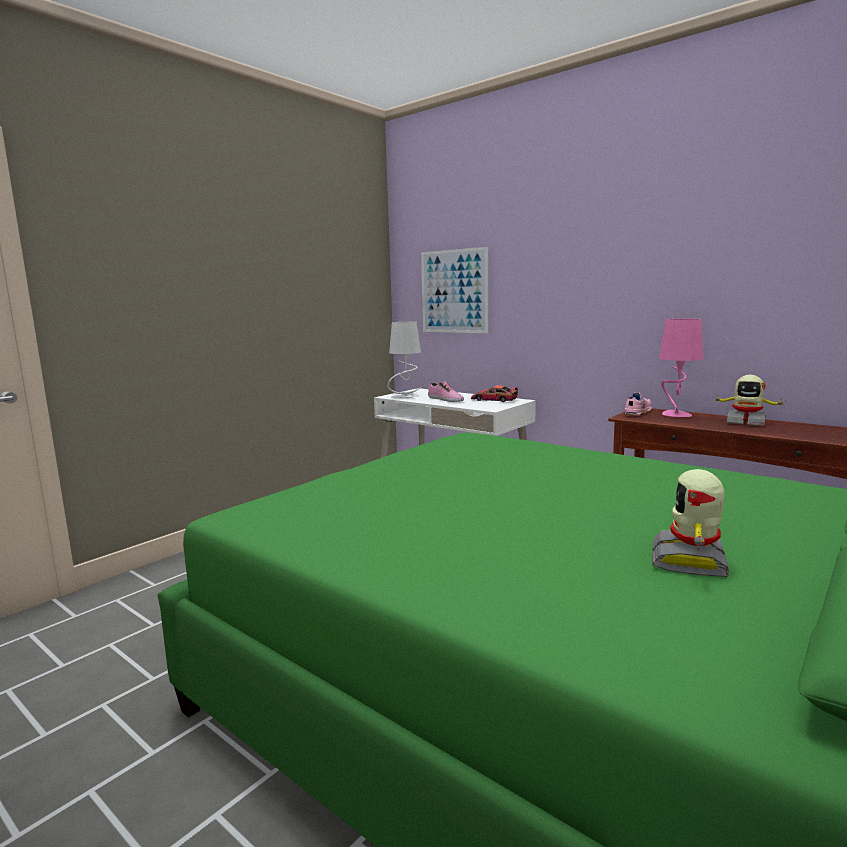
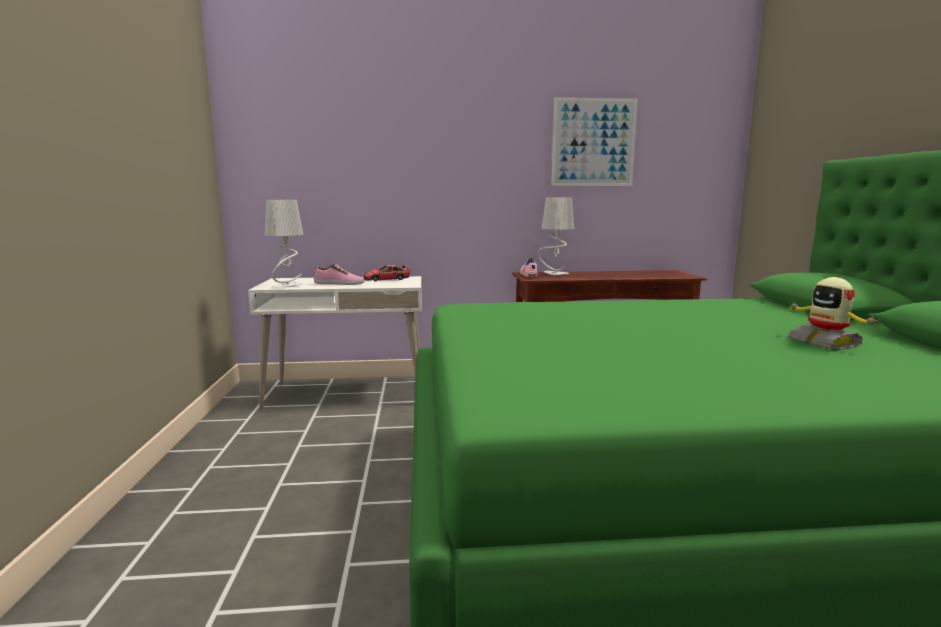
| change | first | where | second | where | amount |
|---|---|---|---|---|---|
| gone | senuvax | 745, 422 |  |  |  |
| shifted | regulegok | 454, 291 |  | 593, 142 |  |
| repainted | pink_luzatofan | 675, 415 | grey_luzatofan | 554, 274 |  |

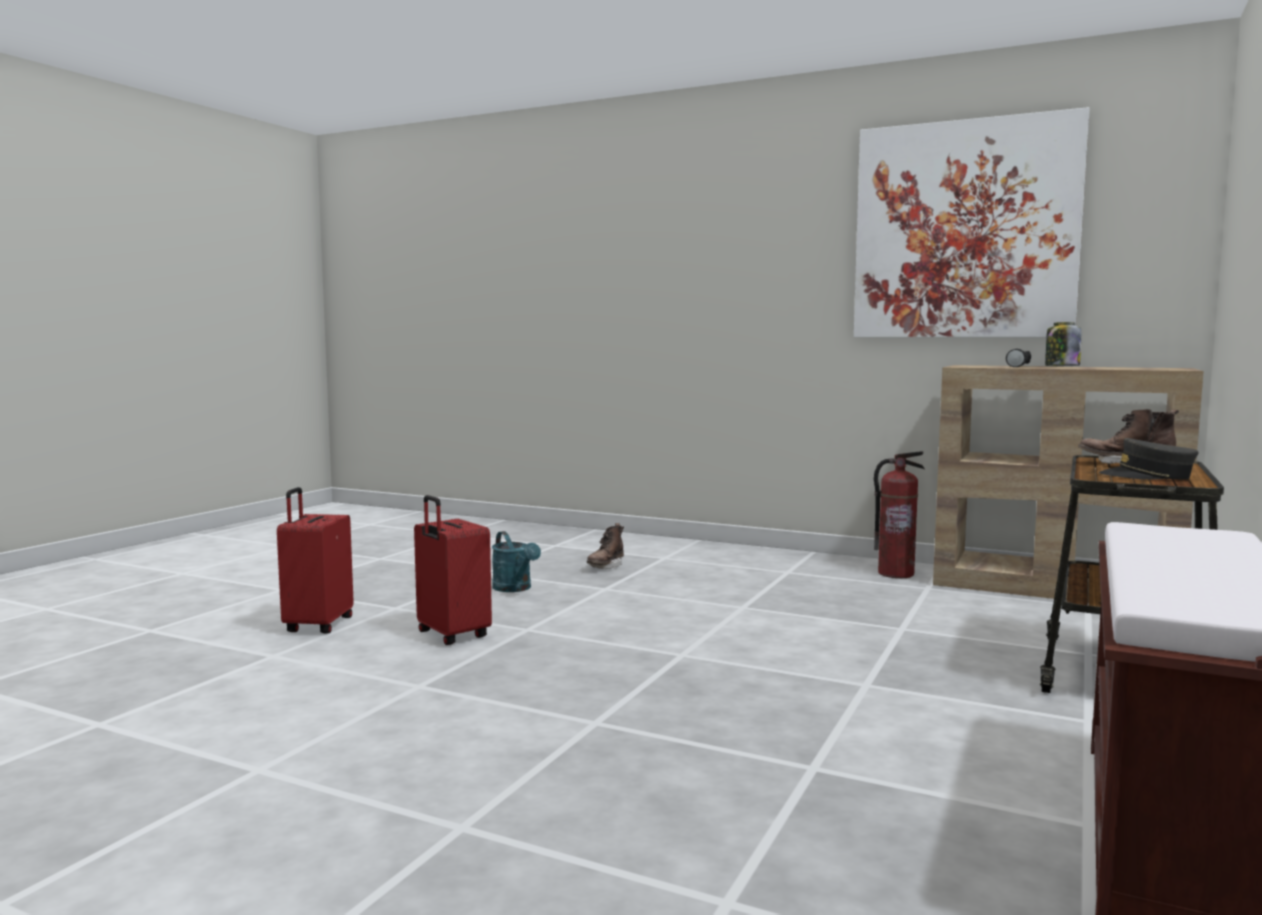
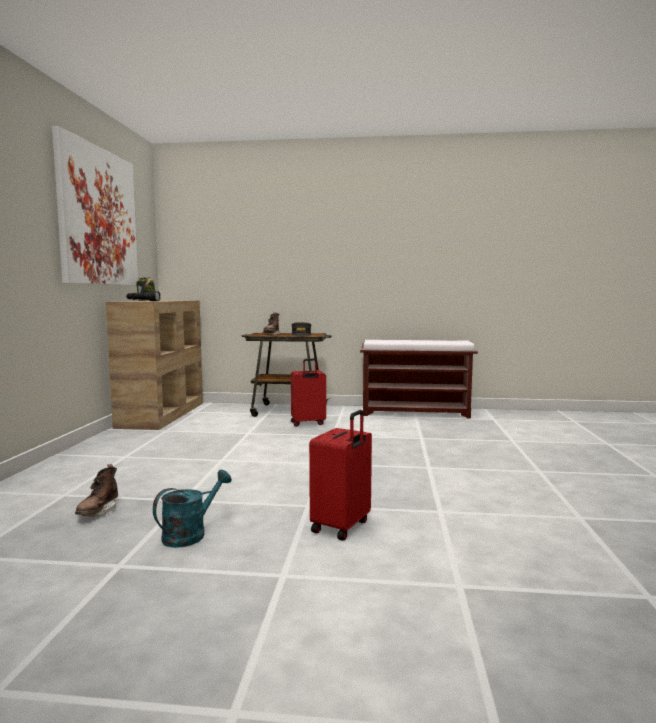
| change | first | where | second | where | amount |
|---|---|---|---|---|---|
| gone | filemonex | 896, 574 |  |  |  |
| shifted | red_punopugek | 317, 625 |  | 308, 423 |  |
| rotated | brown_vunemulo | 605, 567 |  | 98, 512 | 90 degrees clockwise |

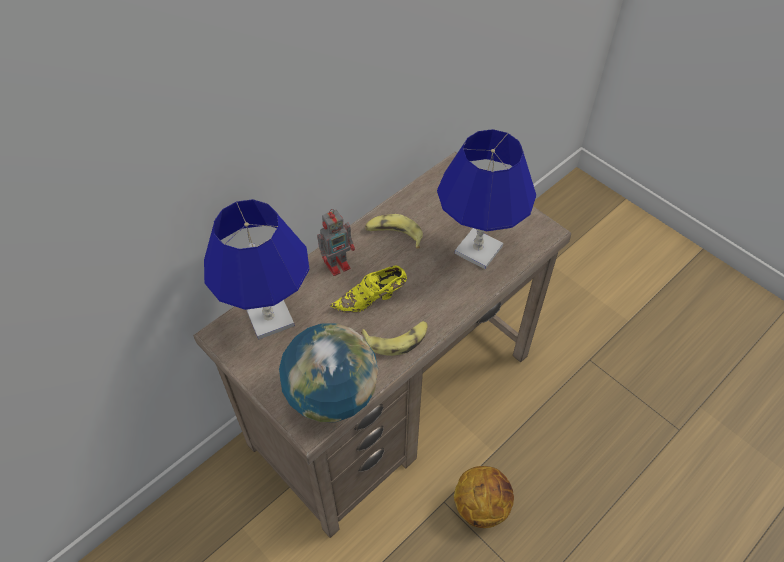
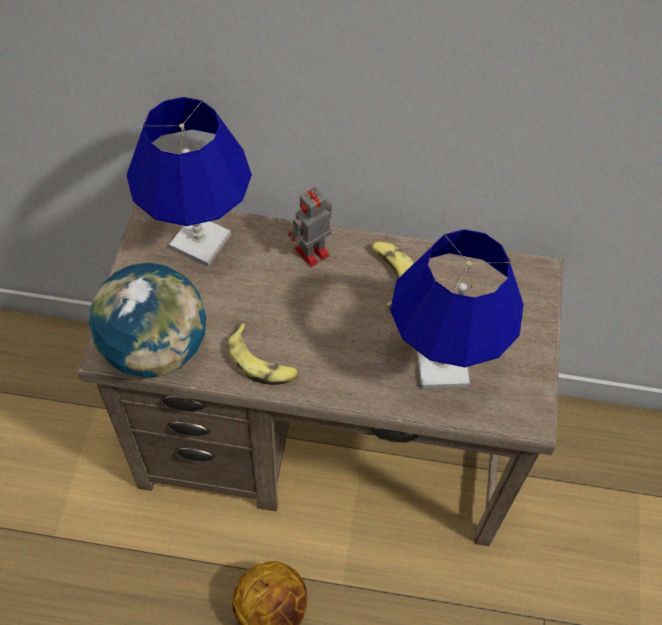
| change | first | where | second | where | amount |
|---|---|---|---|---|---|
| gone | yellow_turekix | 372, 299 |  |  |  |
| rotated | senuvax | 338, 264 |  | 310, 253 | 120 degrees clockwise |

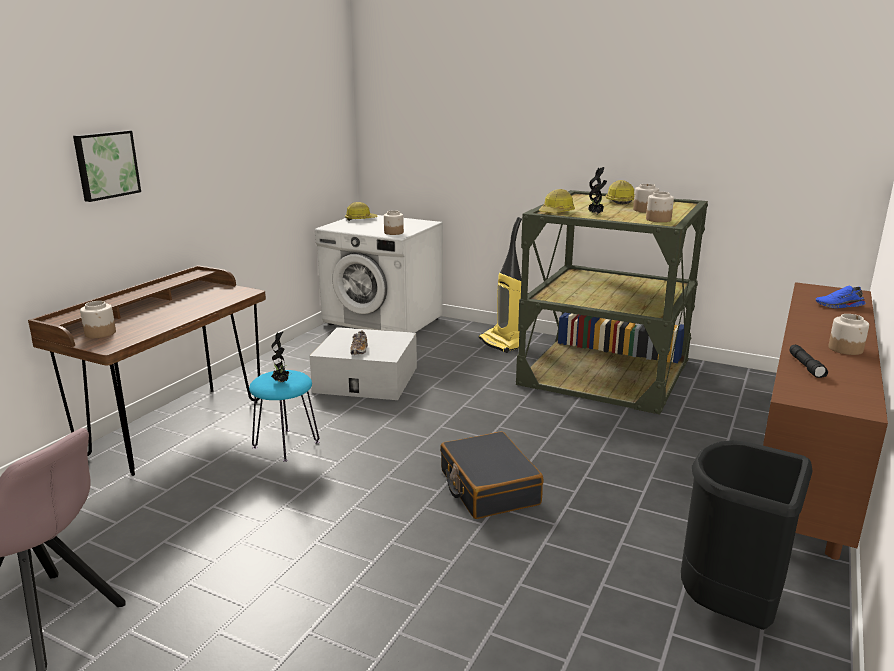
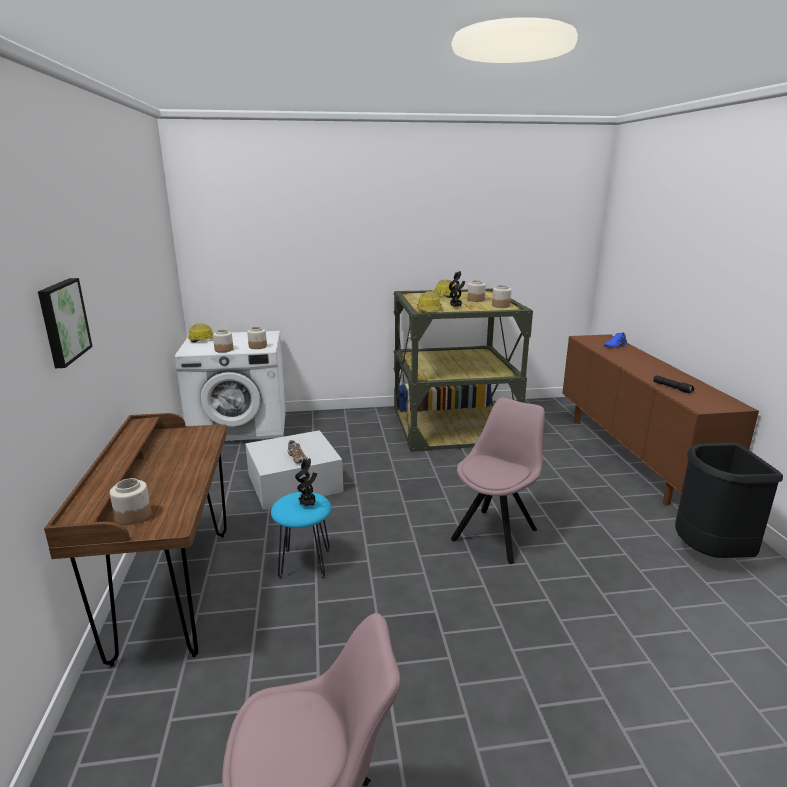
| change | first | where | second | where | amount |
|---|---|---|---|---|---|
| gone | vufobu | 502, 343 |  |  |  |
| shifted | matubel | 845, 349 |  | 224, 350 |  |
| swapped | black_punopugek | 488, 487 | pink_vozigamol | 495, 535 |  |

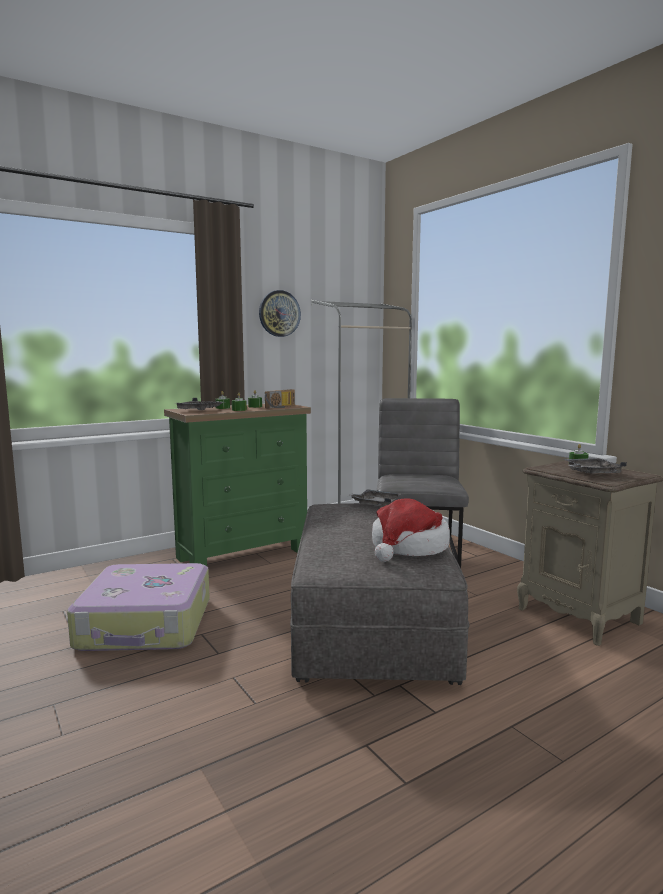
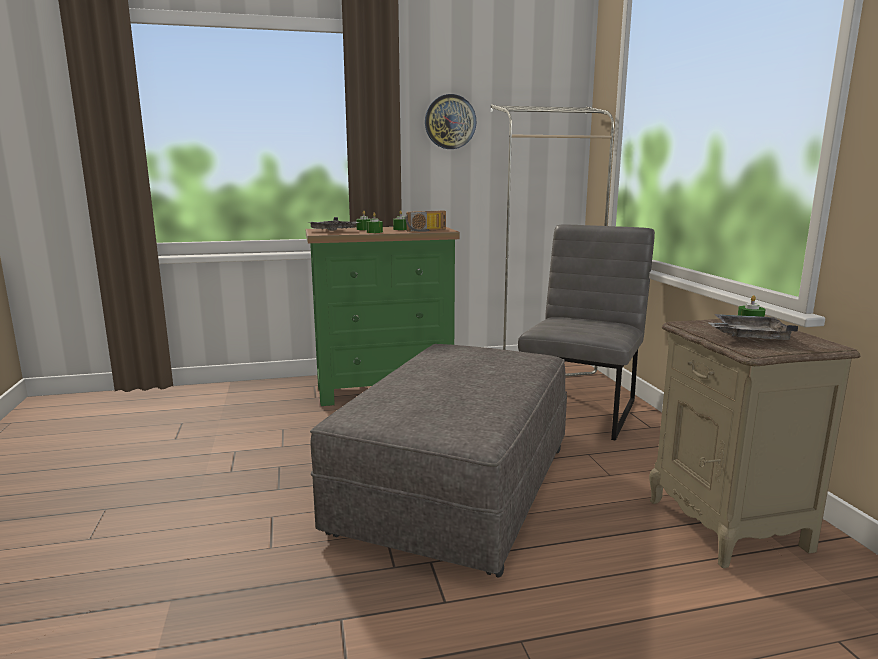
| change | first | where | second | where | amount |
|---|---|---|---|---|---|
| gone | punopugek | 146, 624 |  |  |  |
| gone | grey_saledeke | 376, 504 |  |  |  |
| gone | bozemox | 408, 547 |  |  |  |

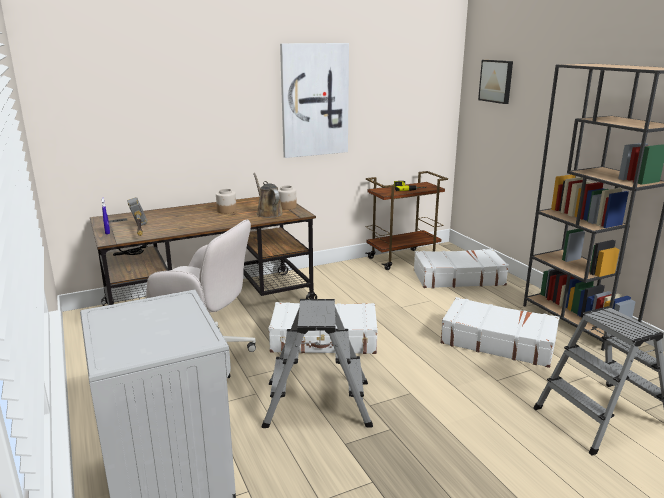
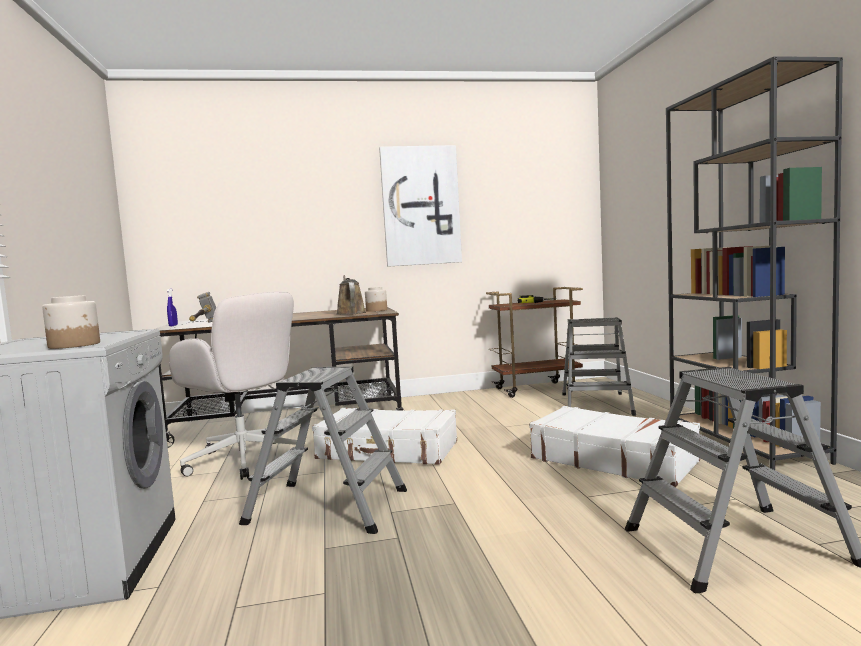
| change | first | where | second | where | amount |
|---|---|---|---|---|---|
| gone | regulegok | 496, 81 |  |  |  |
| shifted | matubel | 227, 210 |  | 75, 345 |  |
| swapped | white_punopugek | 458, 277 | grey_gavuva | 596, 404 |  |

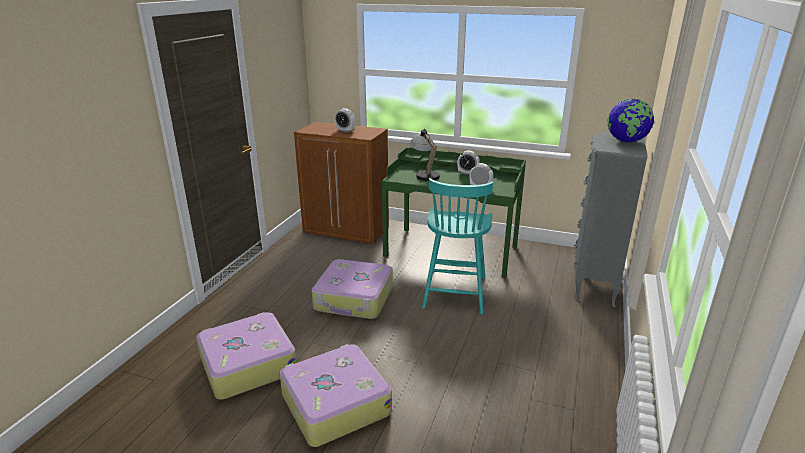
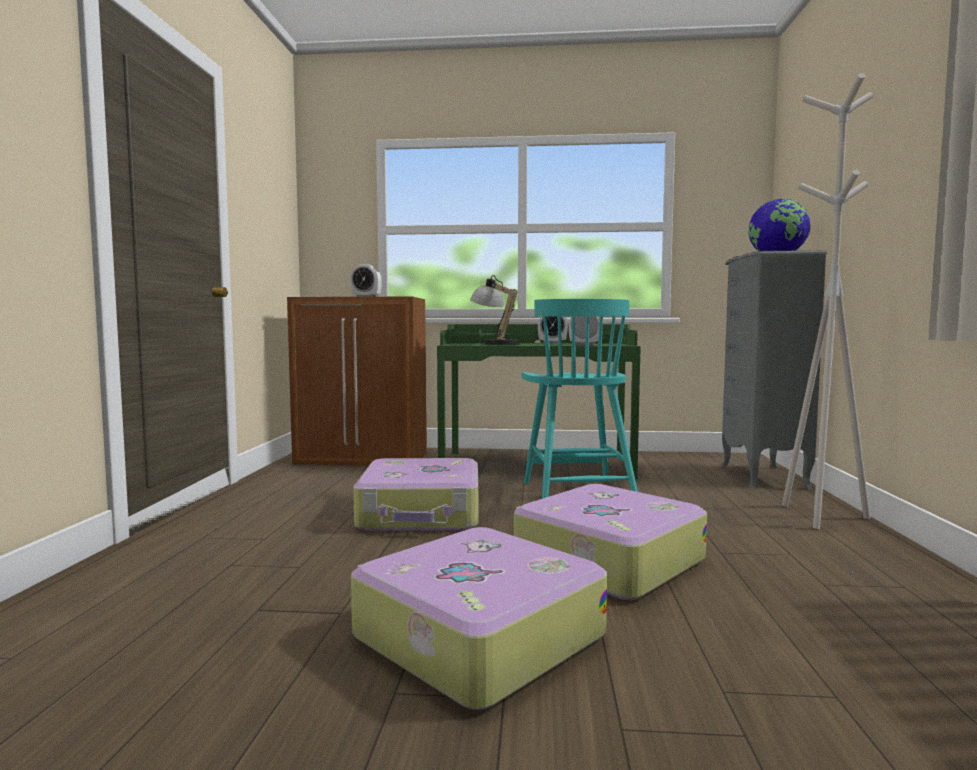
| change | first | where | second | where | amount |
|---|---|---|---|---|---|
| new |  |  | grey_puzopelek | 821, 517 |  |
| shifted | punopugek | 247, 364 |  | 606, 560 |  |

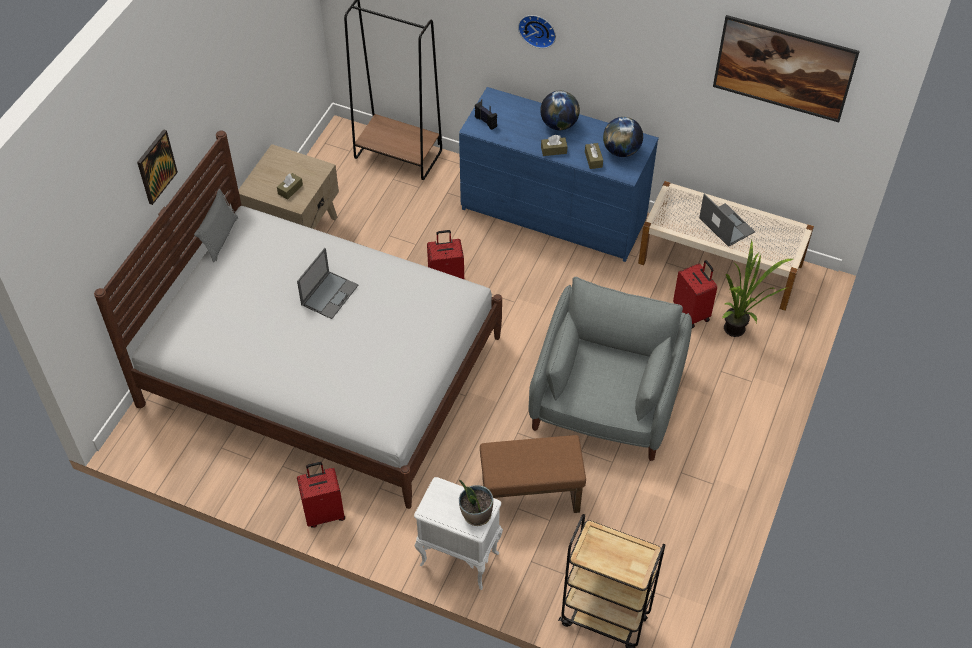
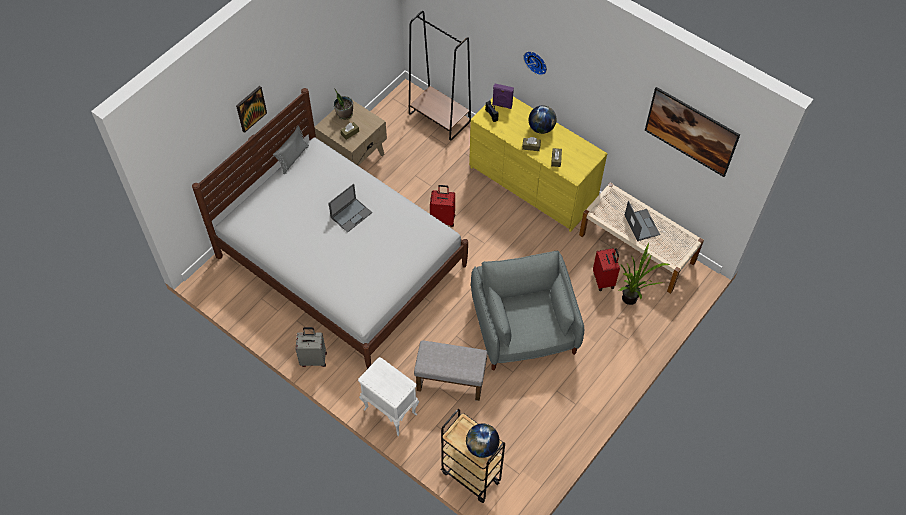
| change | first | where | second | where | amount |
|---|---|---|---|---|---|
| new |  |  | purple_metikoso | 502, 105 |  |
| shifted | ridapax | 476, 515 |  | 344, 114 |  |
| shifted | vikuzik | 621, 151 |  | 482, 447 |  |
| repainted | red_punopugek | 324, 513 | grey_punopugek | 313, 359 |  |
| repainted | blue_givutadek | 554, 214 | yellow_givutadek | 532, 185 |  |
| repainted | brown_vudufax | 529, 496 | grey_vudufax | 449, 381 |  |
| rotated | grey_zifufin | 607, 398 |  | 524, 326 | 45 degrees counterclockwise |

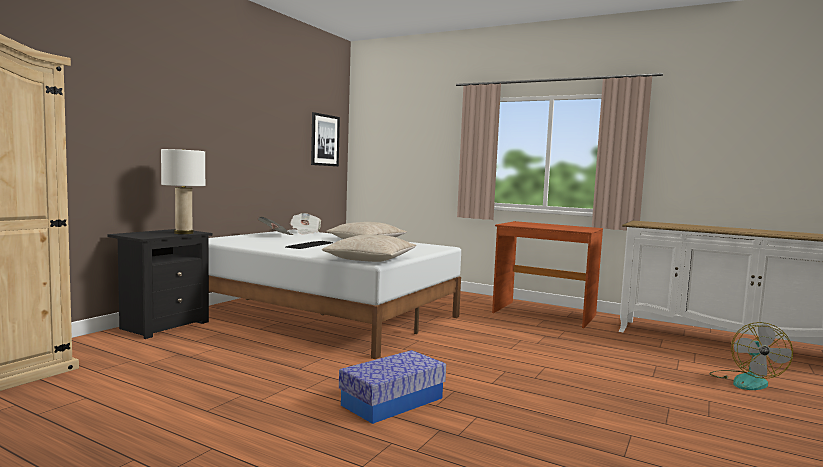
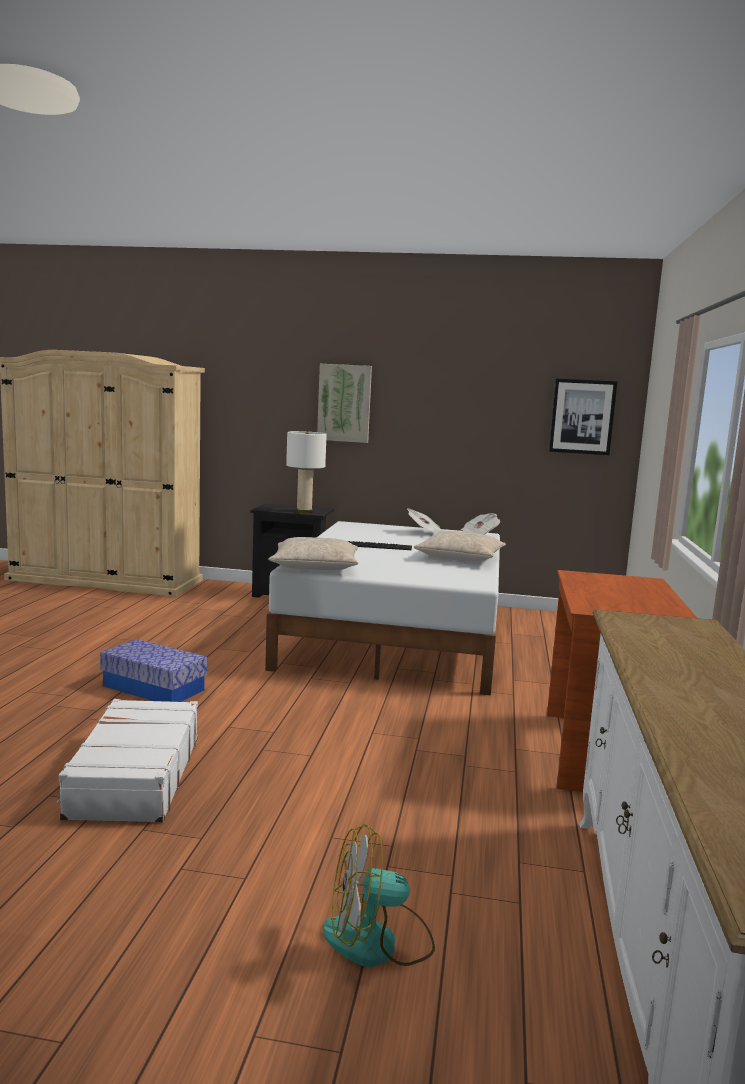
| change | first | where | second | where | amount |
|---|---|---|---|---|---|
| new |  |  | white_punopugek | 134, 776 |  |
| new |  |  | regulegok | 344, 403 |  |

